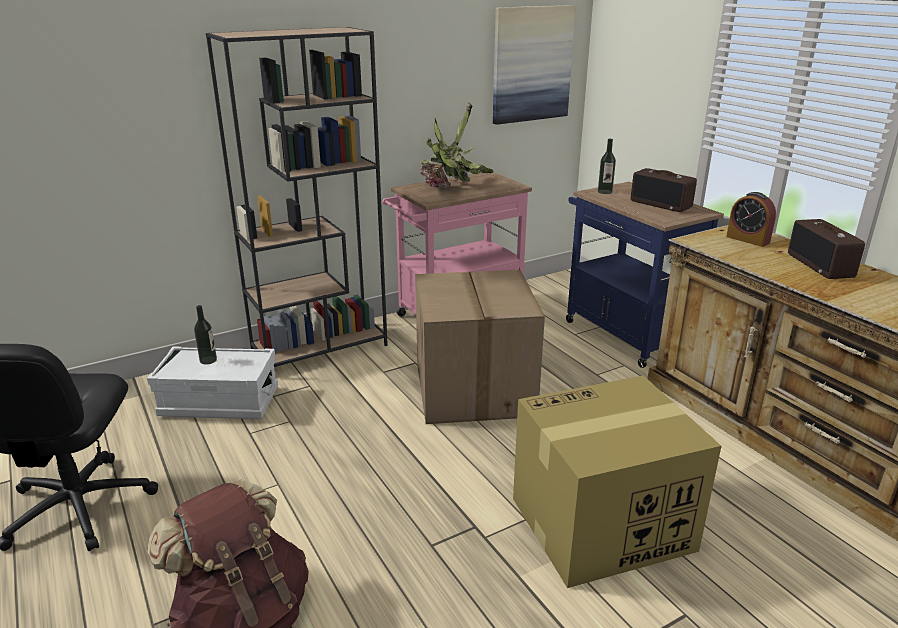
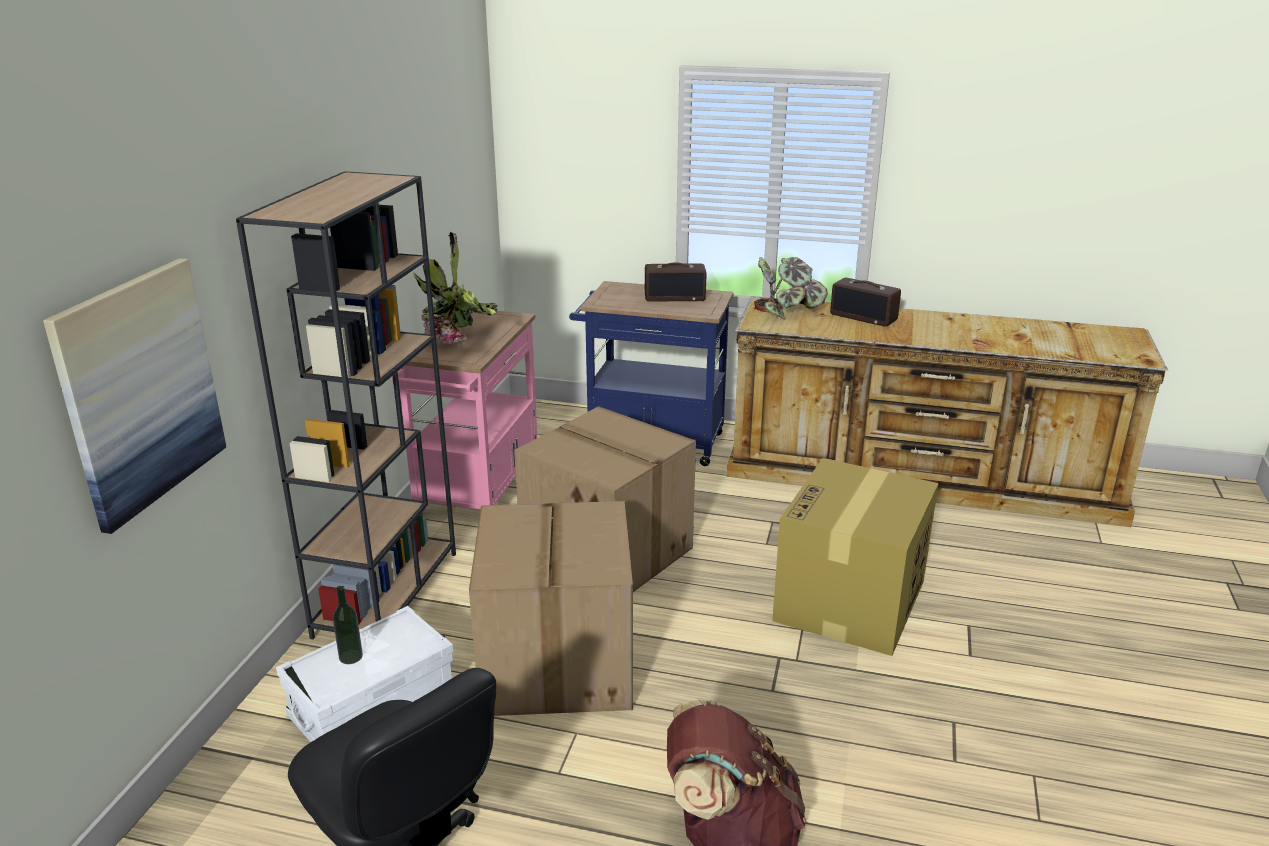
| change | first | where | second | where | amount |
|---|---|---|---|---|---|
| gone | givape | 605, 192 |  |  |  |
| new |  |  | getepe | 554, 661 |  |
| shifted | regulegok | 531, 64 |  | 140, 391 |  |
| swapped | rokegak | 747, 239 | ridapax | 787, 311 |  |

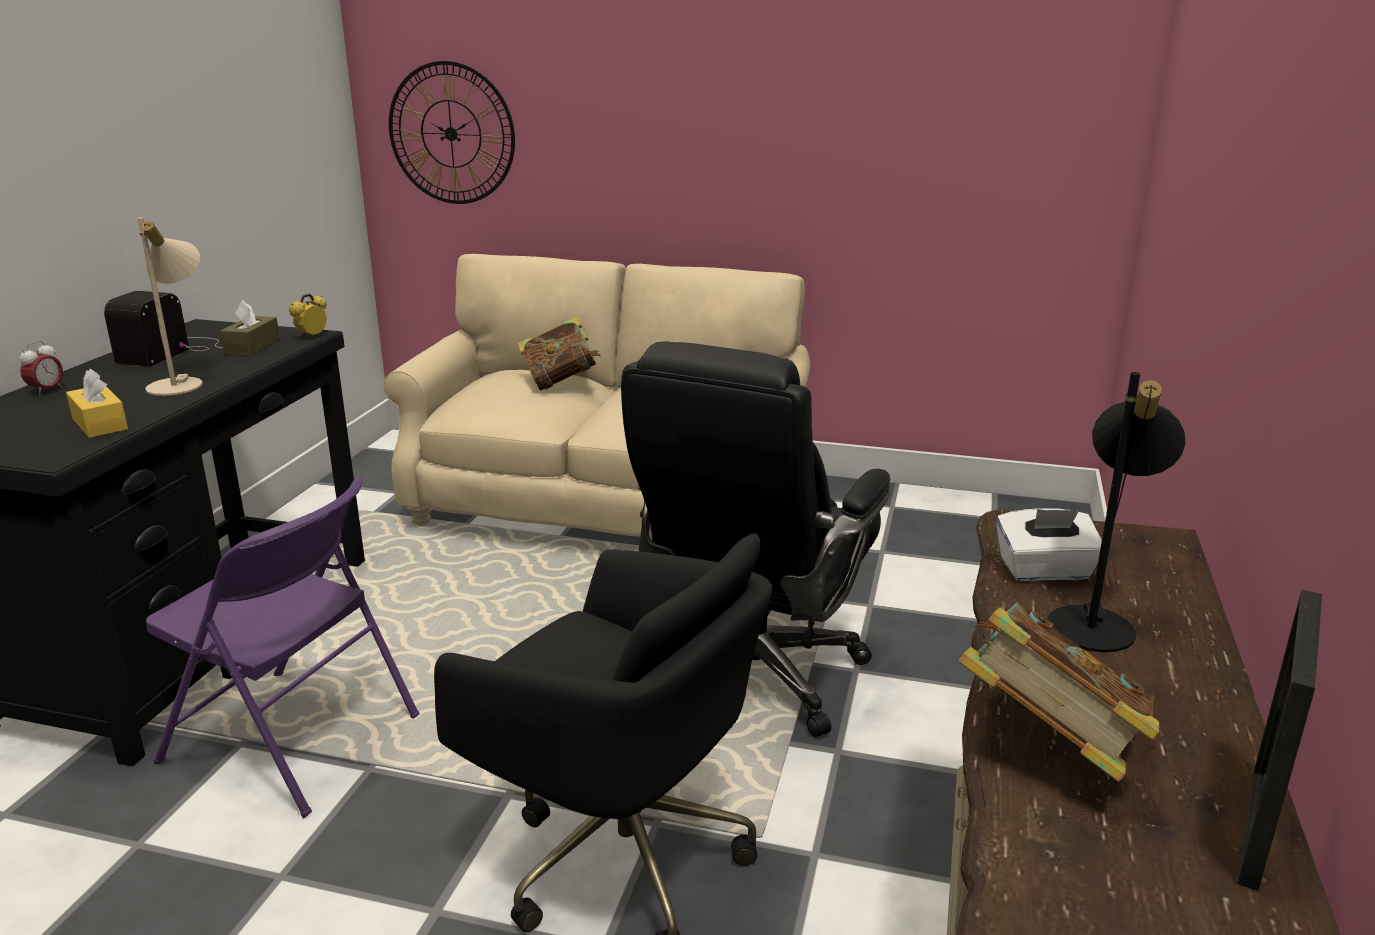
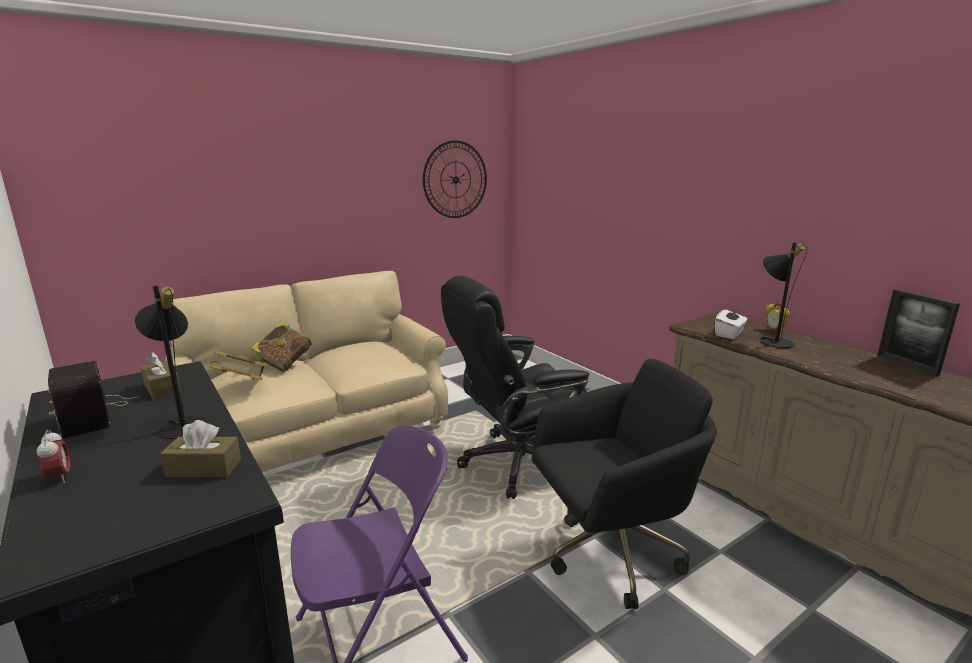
| change | first | where | second | where | amount |
|---|---|---|---|---|---|
| shifted | rokegak | 312, 336 |  | 774, 330 |  |
| shifted | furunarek | 451, 134 |  | 455, 179 |  |
| shifted | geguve | 1048, 744 |  | 241, 385 |  |
| repainted | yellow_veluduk | 100, 424 | brown_veluduk | 204, 468 |  |
| repainted | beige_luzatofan | 182, 383 | black_luzatofan | 182, 424 |  |
| rotated | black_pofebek | 753, 673 |  | 519, 463 | 90 degrees clockwise |

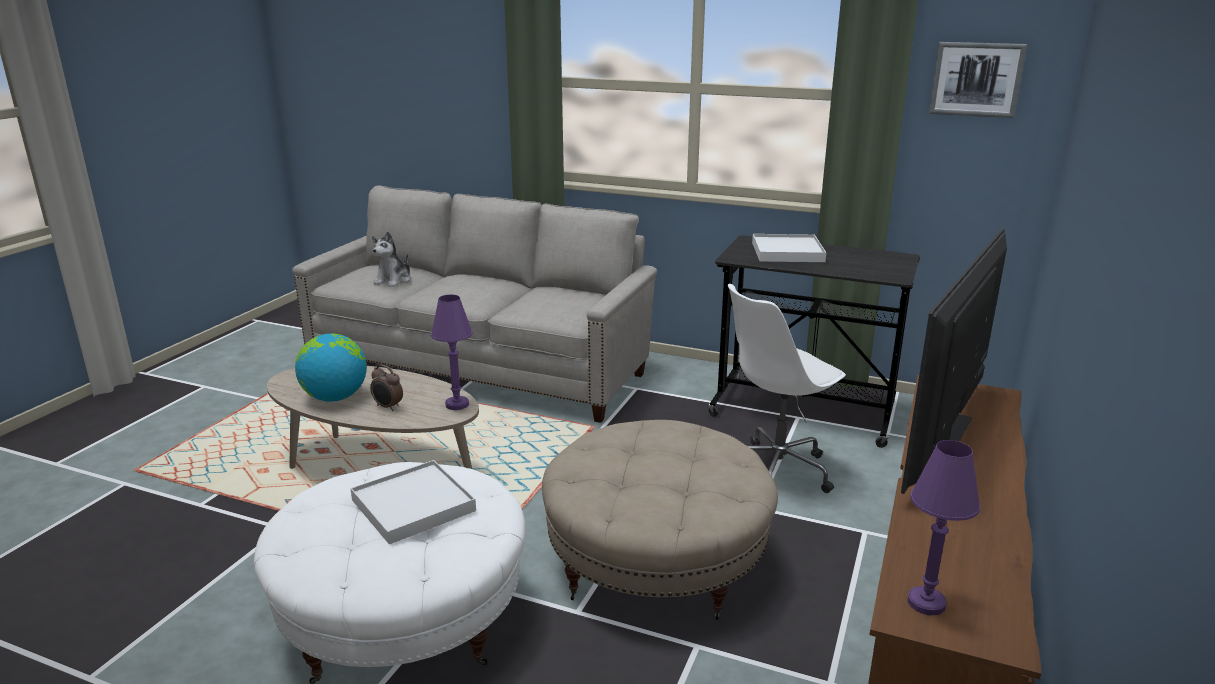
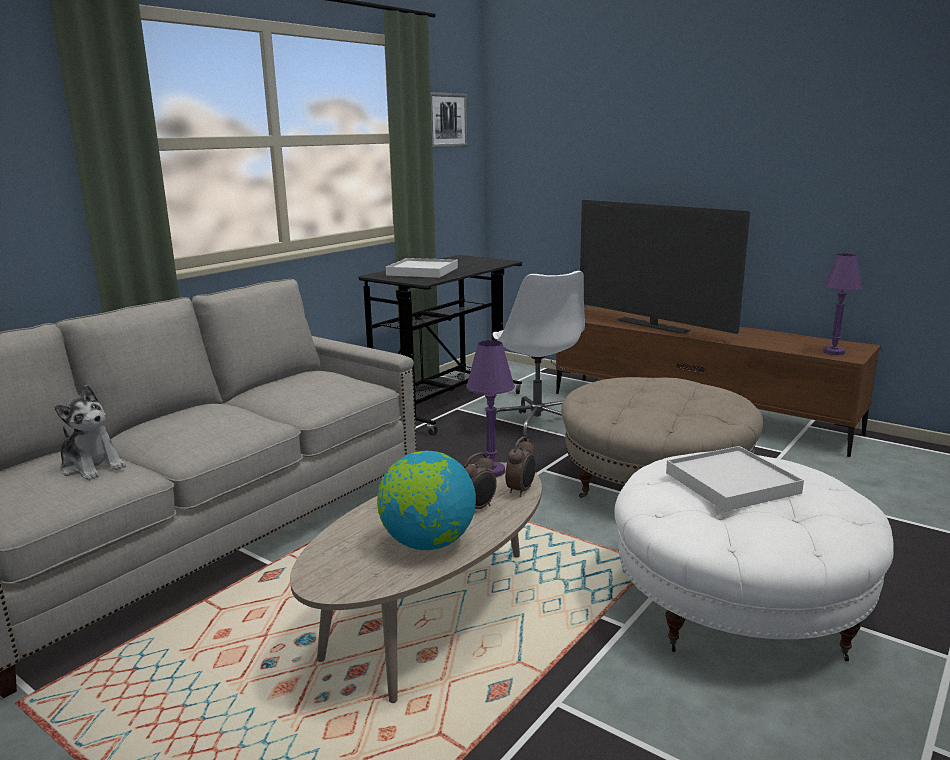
| change | first | where | second | where | amount |
|---|---|---|---|---|---|
| new |  |  | rokegak | 521, 490 |  |

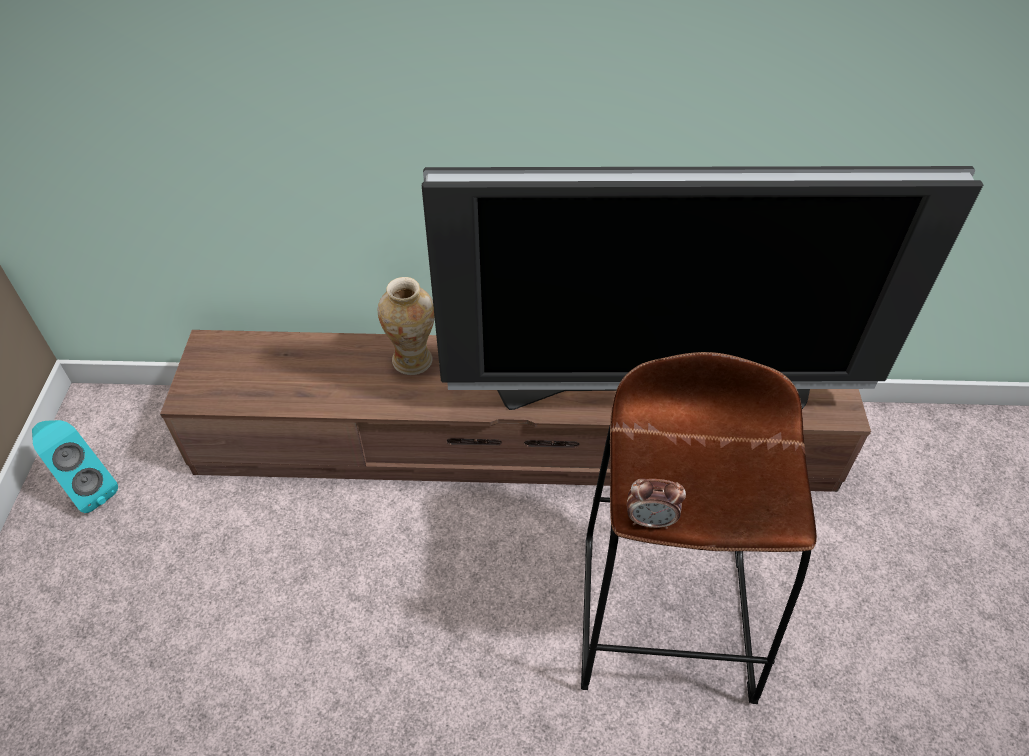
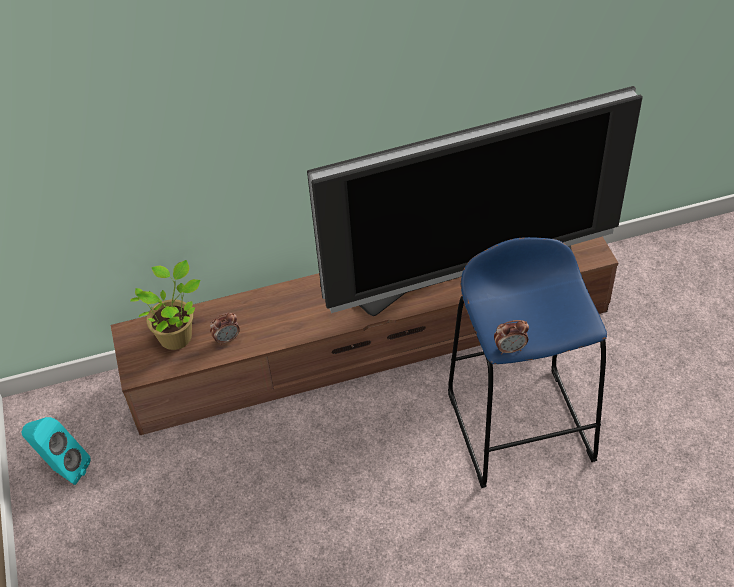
| change | first | where | second | where | amount |
|---|---|---|---|---|---|
| gone | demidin | 412, 361 |  |  |  |
| new |  |  | ridapax | 177, 335 |  |
| new |  |  | rokegak | 227, 339 |  |
| repainted | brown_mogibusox | 666, 615 | blue_mogibusox | 520, 426 |  |

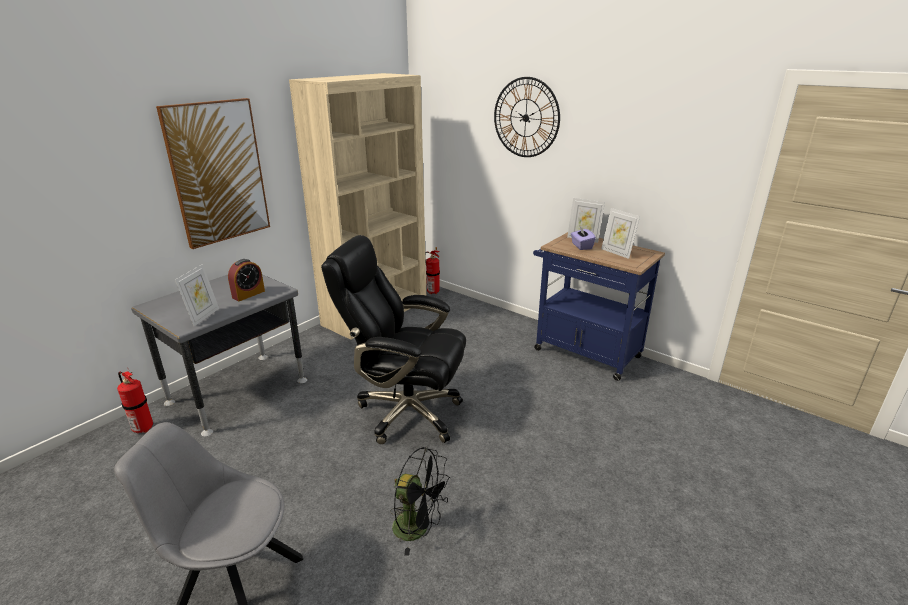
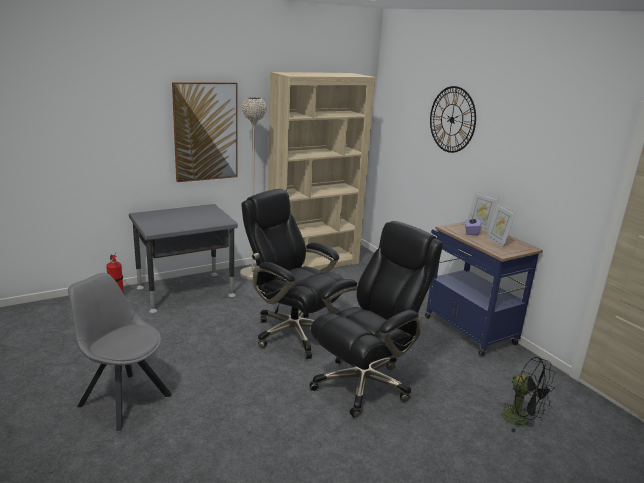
| change | first | where | second | where | amount |
|---|---|---|---|---|---|
| gone | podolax | 203, 316 |  |  |  |
| gone | rokegak | 248, 294 |  |  |  |
| gone | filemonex | 432, 292 |  |  |  |
| new |  |  | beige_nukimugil | 252, 274 |  |
| new |  |  | black_pofebek | 365, 385 |  |
| shifted | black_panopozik | 418, 528 |  | 521, 420 |  |

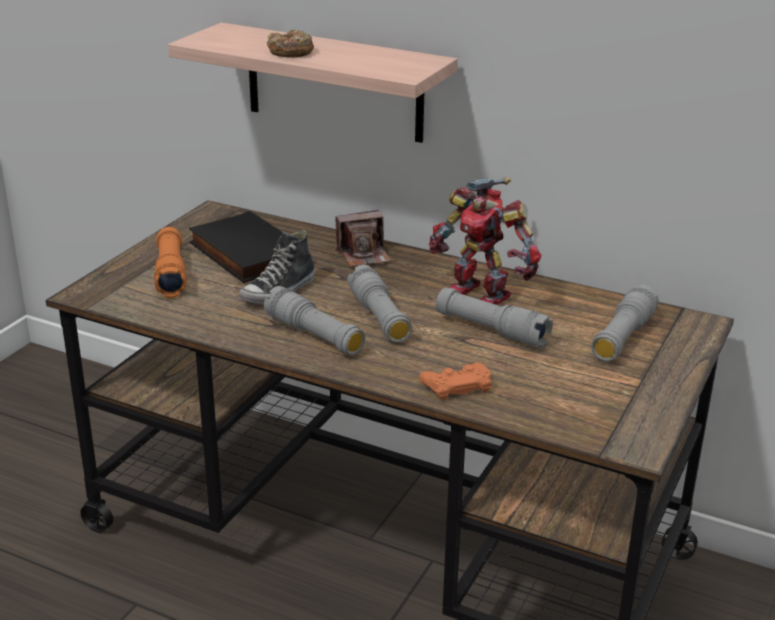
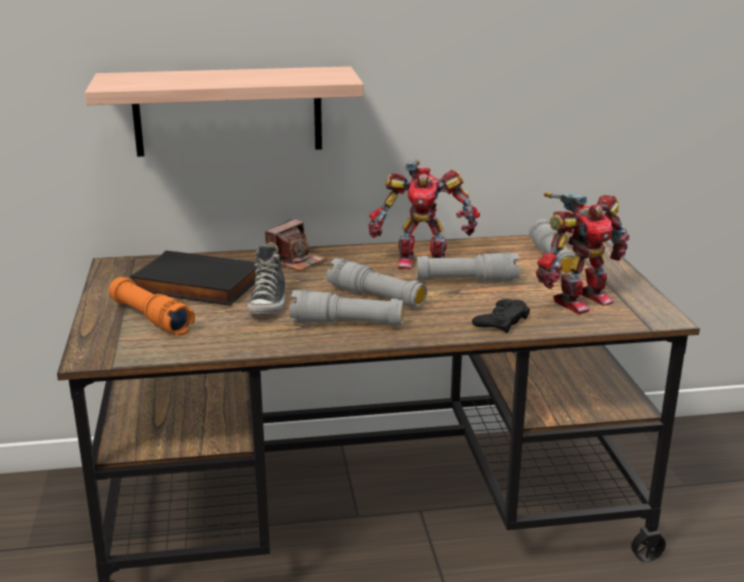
| change | first | where | second | where | amount |
|---|---|---|---|---|---|
| gone | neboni | 290, 52 |  |  |  |
| new |  |  | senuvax | 579, 300 |  |
| repainted | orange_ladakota | 457, 386 | black_ladakota | 501, 321 |  |

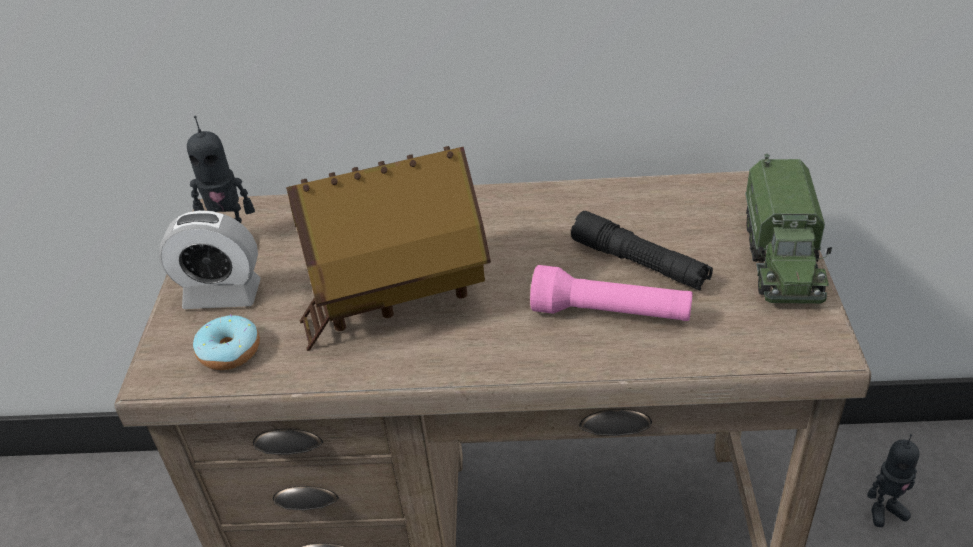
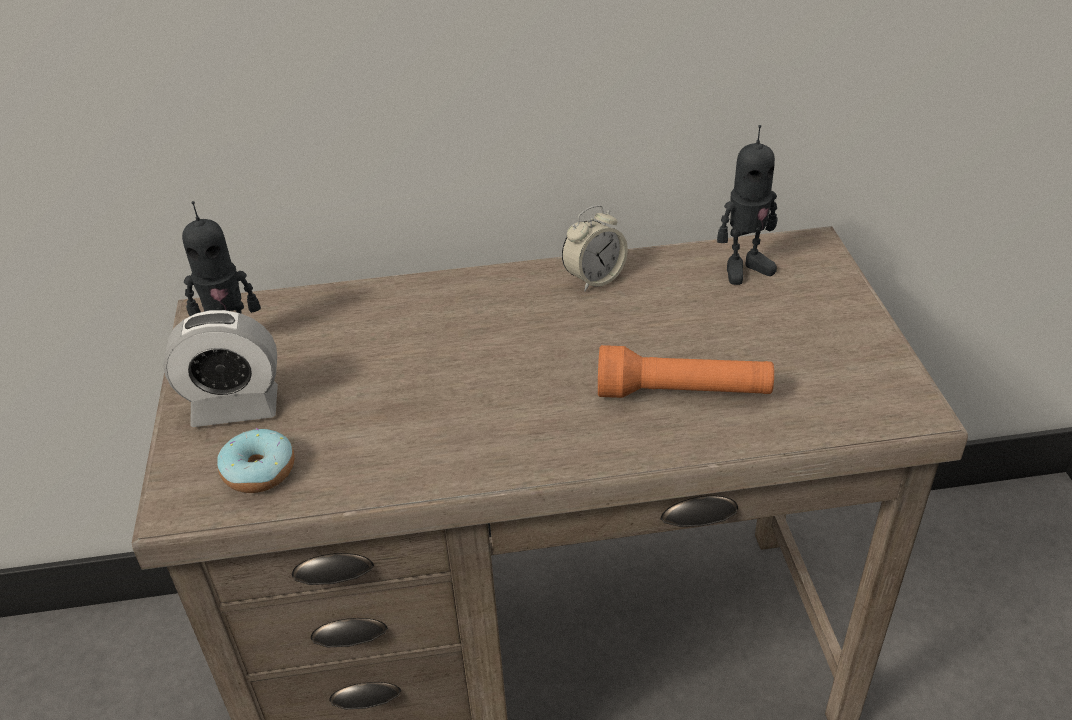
| change | first | where | second | where | amount |
|---|---|---|---|---|---|
| gone | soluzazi | 397, 298 |  |  |  |
| gone | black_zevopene | 639, 263 |  |  |  |
| gone | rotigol | 782, 258 |  |  |  |
| new |  |  | rokegak | 594, 278 |  |
| shifted | senuvax | 885, 511 |  | 744, 268 |  |
| repainted | pink_zevopene | 610, 314 | orange_zevopene | 683, 393 |  |

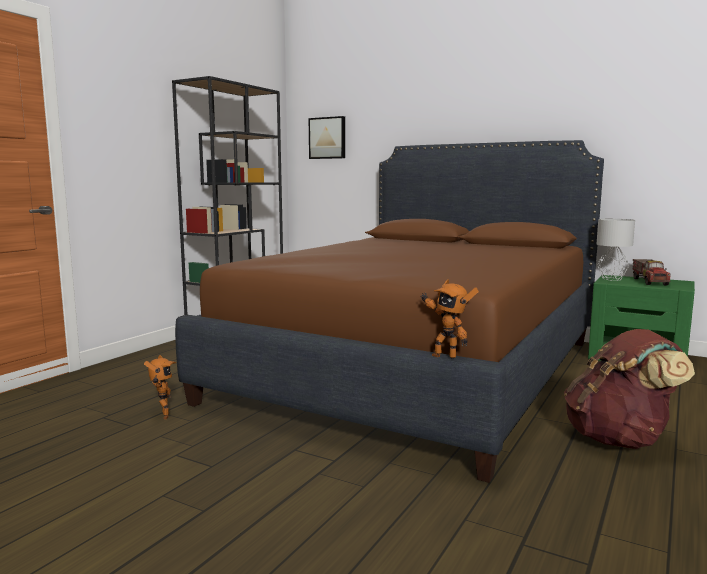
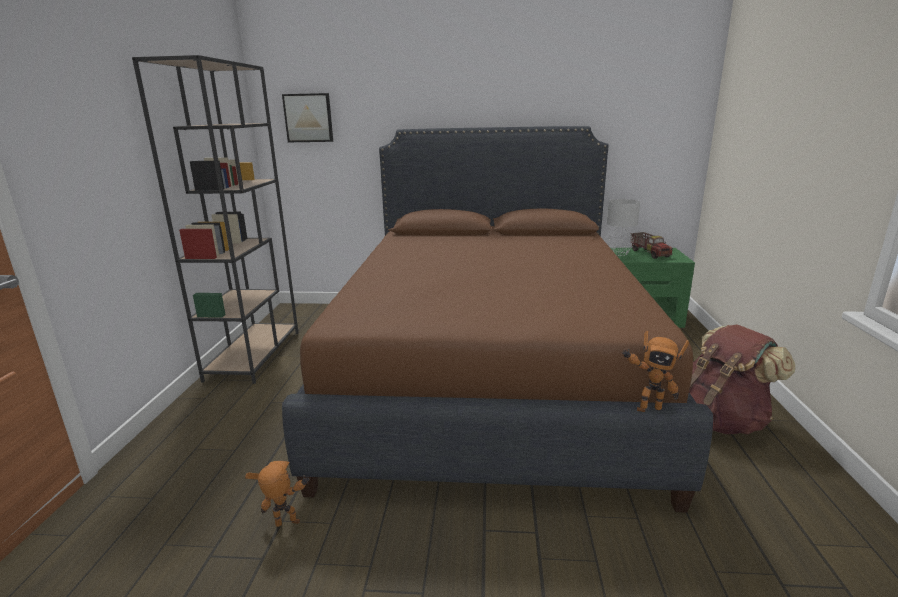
| change | first | where | second | where | amount |
|---|---|---|---|---|---|
| rotated | senuvax | 162, 416 |  | 287, 526 | 60 degrees counterclockwise |

